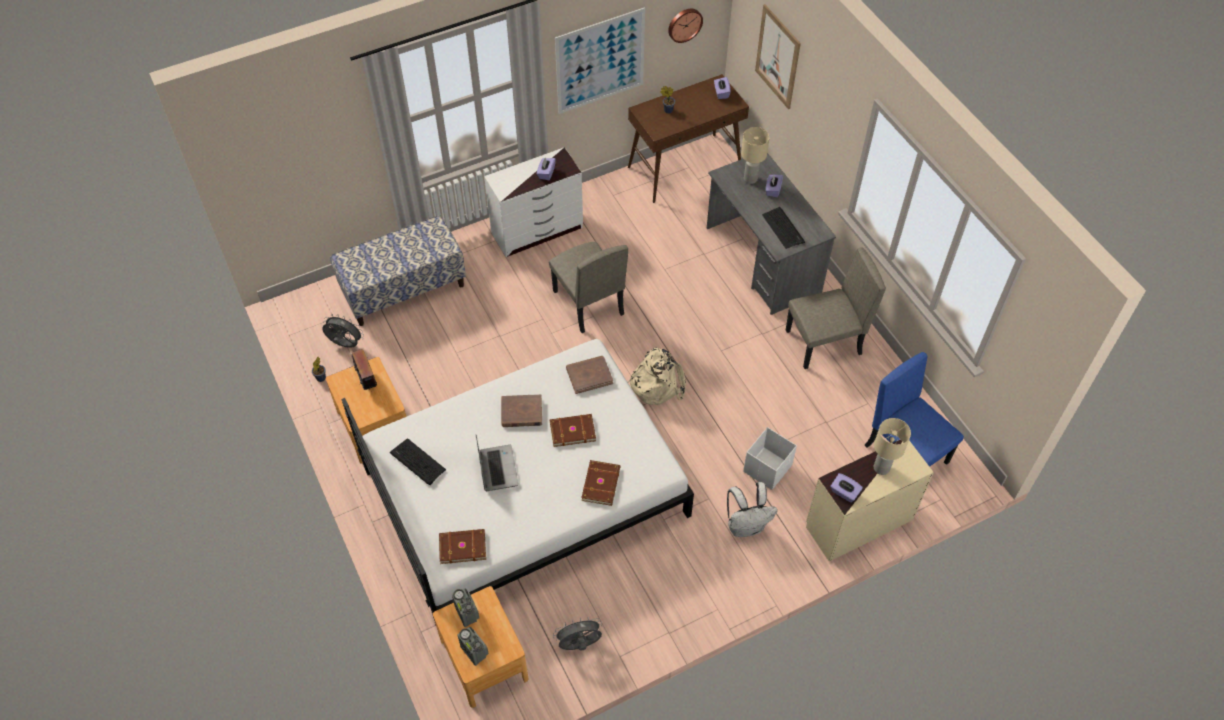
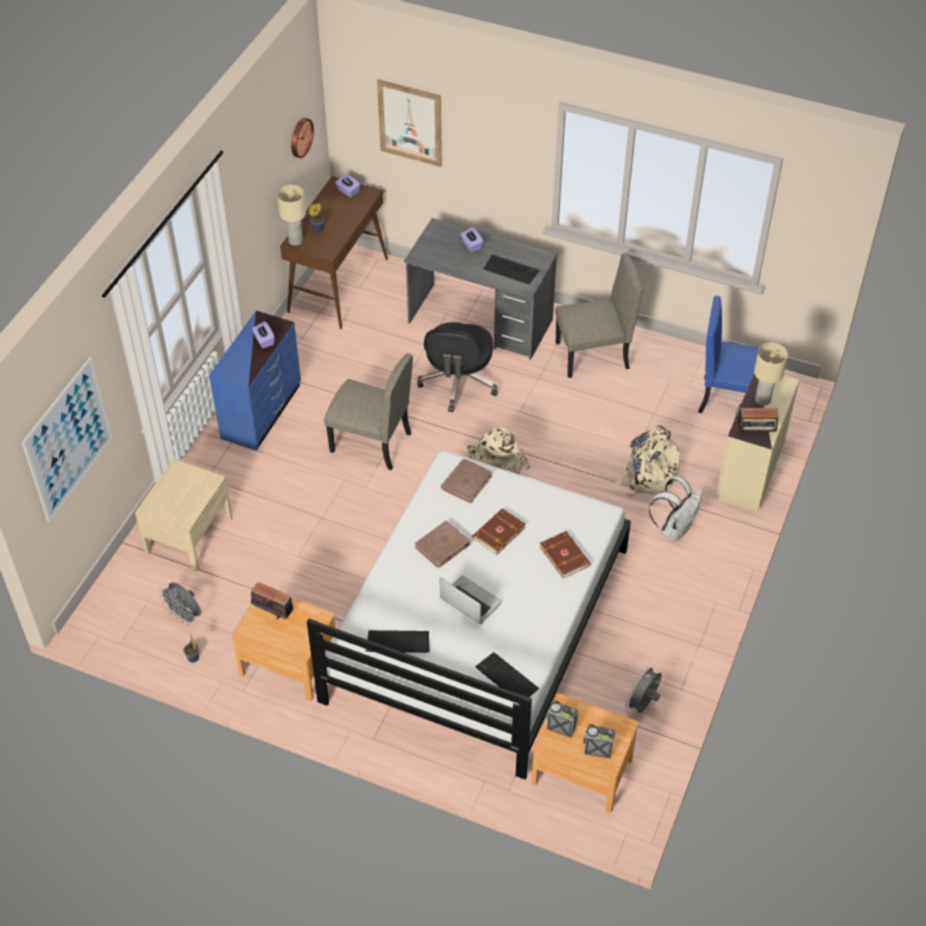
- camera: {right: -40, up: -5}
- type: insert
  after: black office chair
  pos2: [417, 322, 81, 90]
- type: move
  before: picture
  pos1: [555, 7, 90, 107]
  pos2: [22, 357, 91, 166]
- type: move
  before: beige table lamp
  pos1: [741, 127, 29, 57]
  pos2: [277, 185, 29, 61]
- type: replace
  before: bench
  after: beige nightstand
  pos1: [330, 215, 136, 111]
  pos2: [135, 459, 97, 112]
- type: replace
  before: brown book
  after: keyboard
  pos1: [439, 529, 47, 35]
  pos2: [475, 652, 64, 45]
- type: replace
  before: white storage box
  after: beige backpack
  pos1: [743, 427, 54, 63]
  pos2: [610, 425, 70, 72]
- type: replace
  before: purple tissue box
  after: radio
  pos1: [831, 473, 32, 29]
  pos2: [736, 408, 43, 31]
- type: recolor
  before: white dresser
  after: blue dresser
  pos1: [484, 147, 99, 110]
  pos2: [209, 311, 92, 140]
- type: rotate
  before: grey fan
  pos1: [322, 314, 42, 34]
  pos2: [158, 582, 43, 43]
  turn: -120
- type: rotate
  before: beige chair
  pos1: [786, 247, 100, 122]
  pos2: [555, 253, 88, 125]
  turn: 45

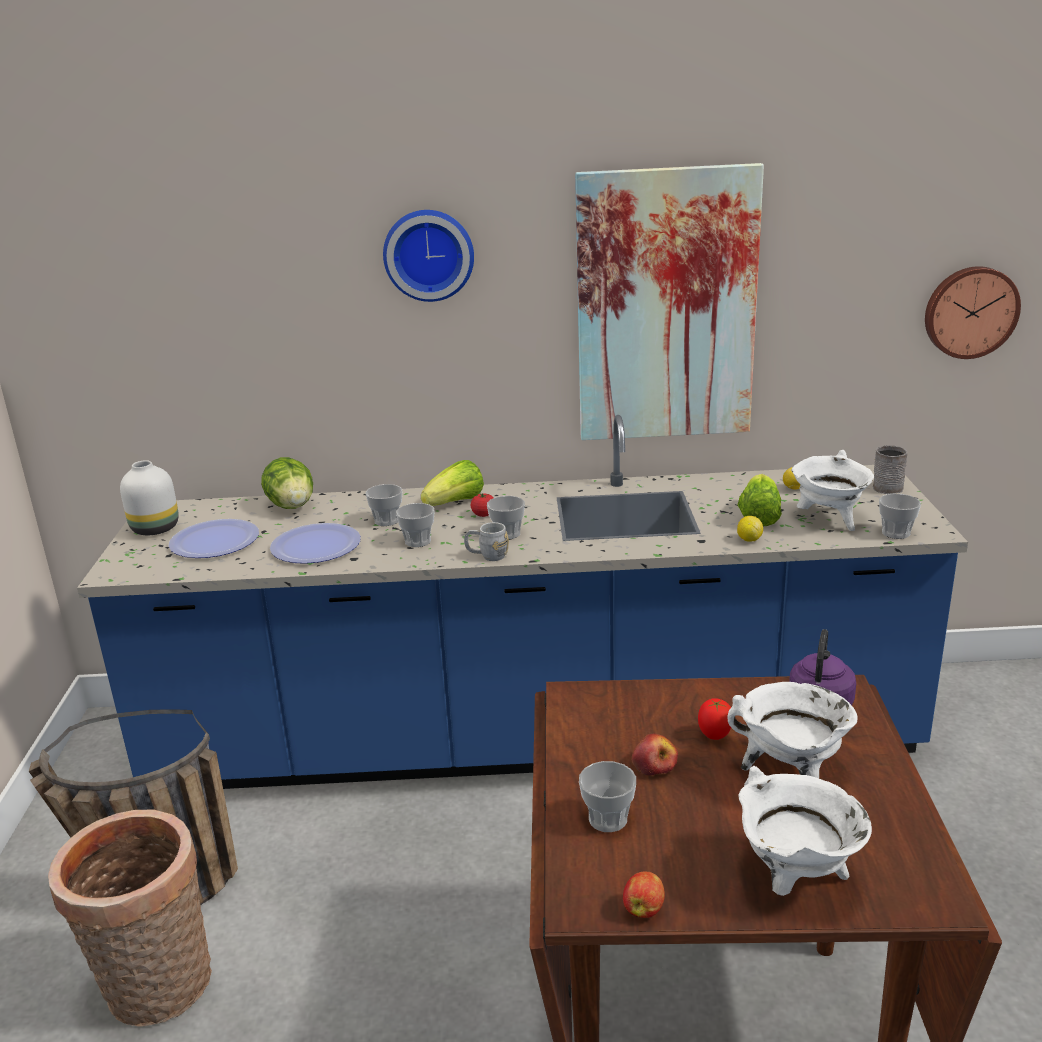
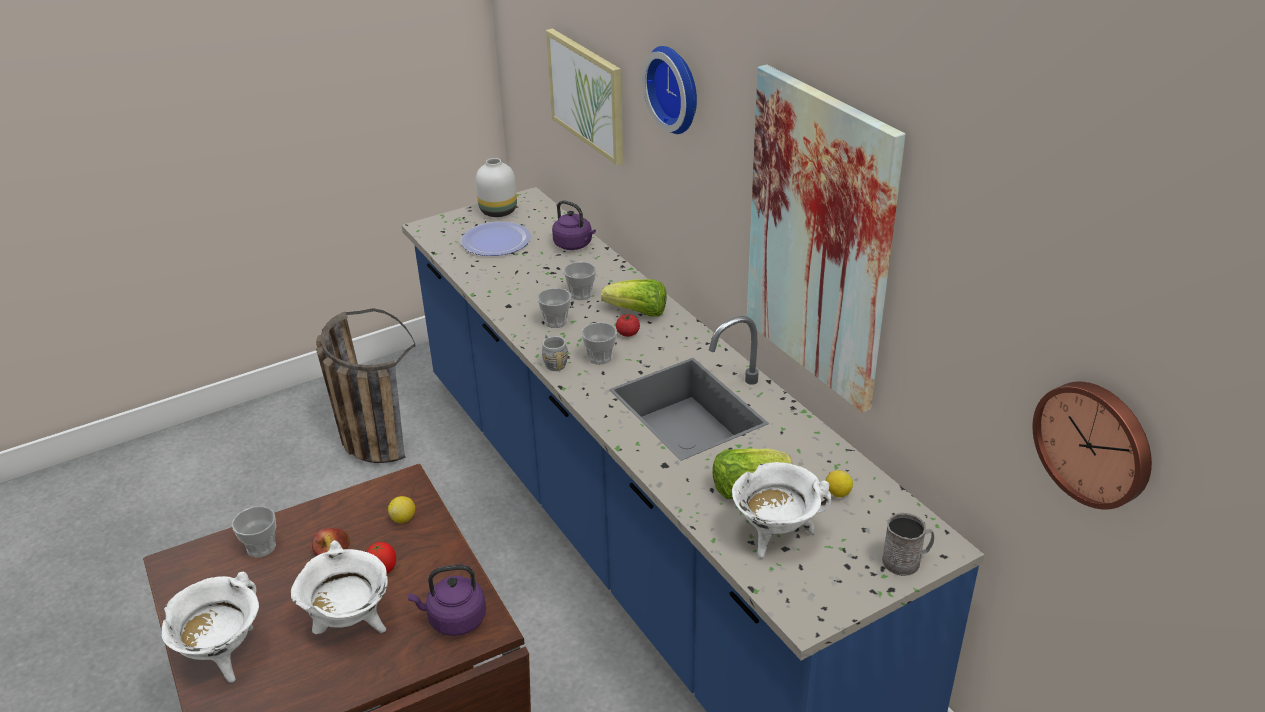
- camera: {right: 60, up: 10}
- type: delete
  before: basket
  pos1: [48, 809, 164, 218]
- type: delete
  before: plate
  pos1: [270, 523, 91, 41]
- type: delete
  before: apple
  pos1: [623, 872, 42, 46]
- type: delete
  before: cup
  pos1: [879, 493, 42, 46]
- type: insert
  after: picture
  pos2: [546, 29, 77, 136]
- type: move
  before: lemon
  pos1: [737, 516, 26, 26]
  pos2: [388, 496, 27, 27]
- type: replace
  before: lettuce
  after: purple kettle
  pos1: [261, 457, 52, 52]
  pos2: [552, 200, 44, 50]

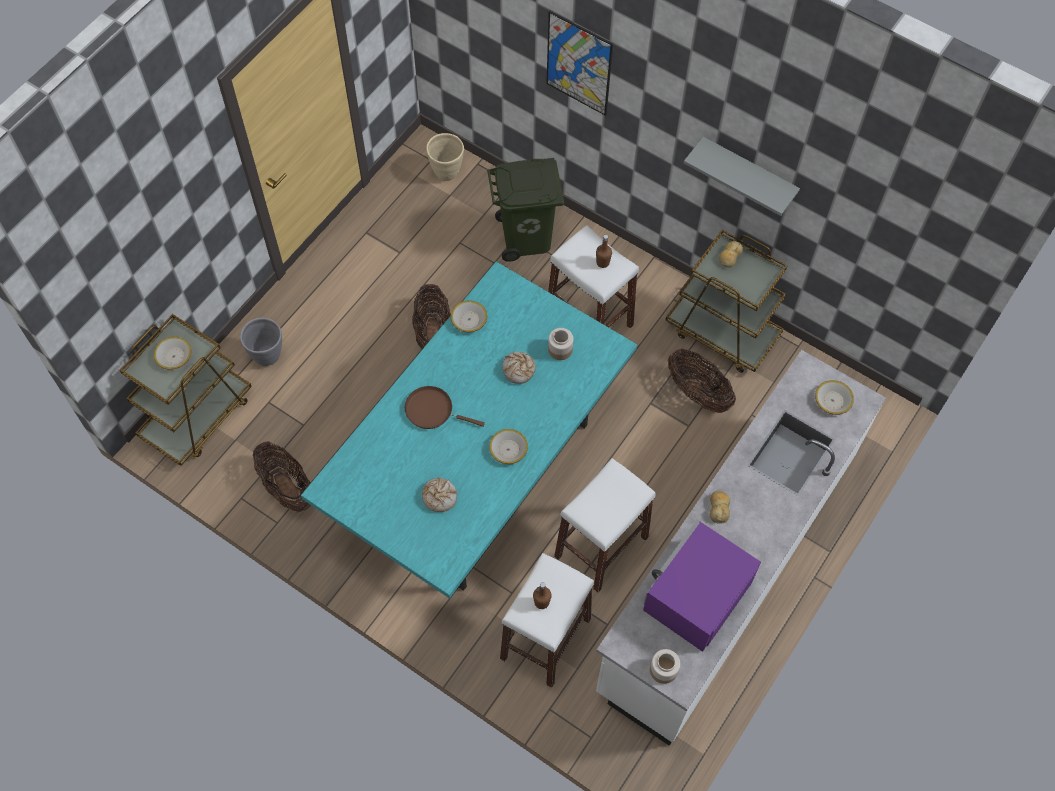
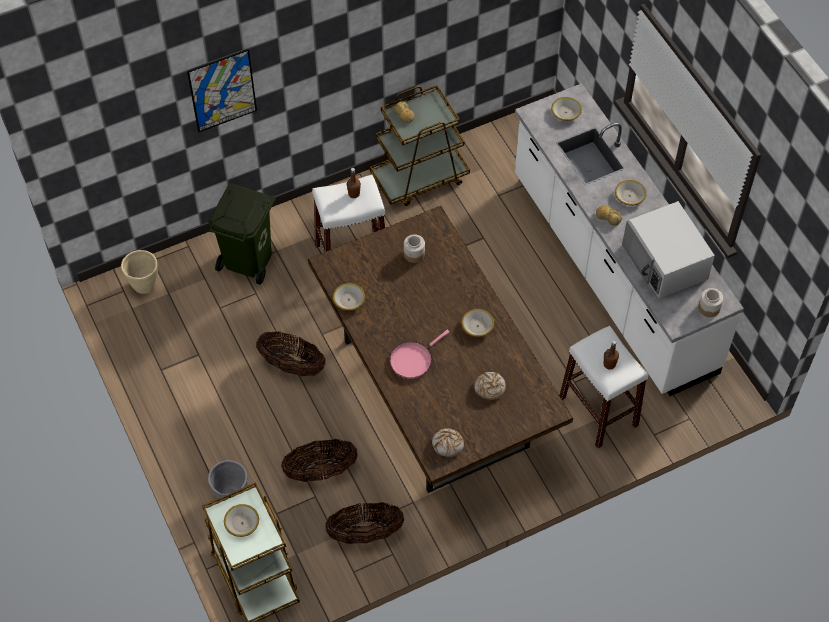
- camera: {right: -60, up: -5}
- type: delete
  before: white stool
  pos1: [554, 458, 102, 134]
- type: delete
  before: grey shelf
  pos1: [684, 137, 116, 79]
- type: insert
  after: bowl
  pos2: [615, 180, 31, 26]
- type: move
  before: bread
  pos1: [502, 351, 34, 33]
  pos2: [432, 428, 32, 29]
- type: move
  before: basket
  pos1: [668, 348, 68, 65]
  pos2: [281, 439, 77, 43]
- type: recolor
  before: turquoise dining table
  after: brown dining table
  pos1: [301, 262, 336, 336]
  pos2: [308, 206, 265, 287]
- type: recolor
  before: brown frying pan
  after: pink frying pan
  pos1: [405, 386, 80, 43]
  pos2: [390, 330, 60, 49]
- type: recolor
  before: purple microwave
  after: white microwave
  pos1: [643, 519, 118, 133]
  pos2: [622, 201, 93, 98]

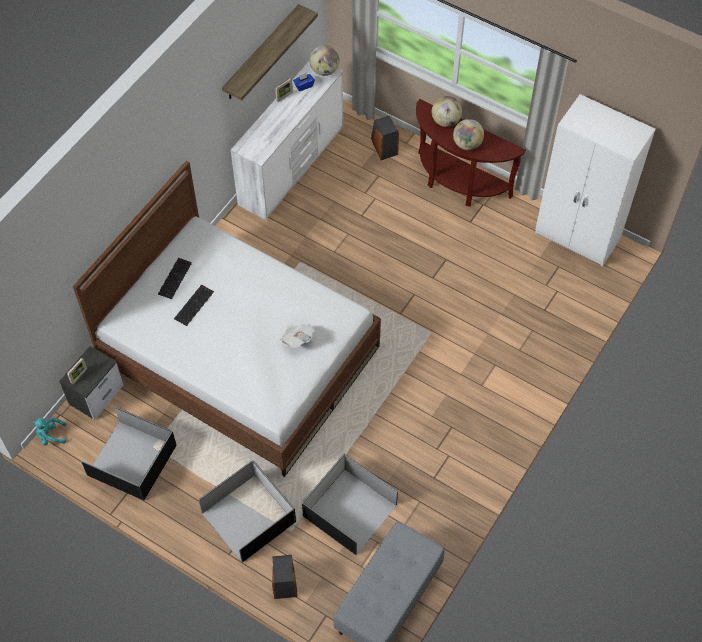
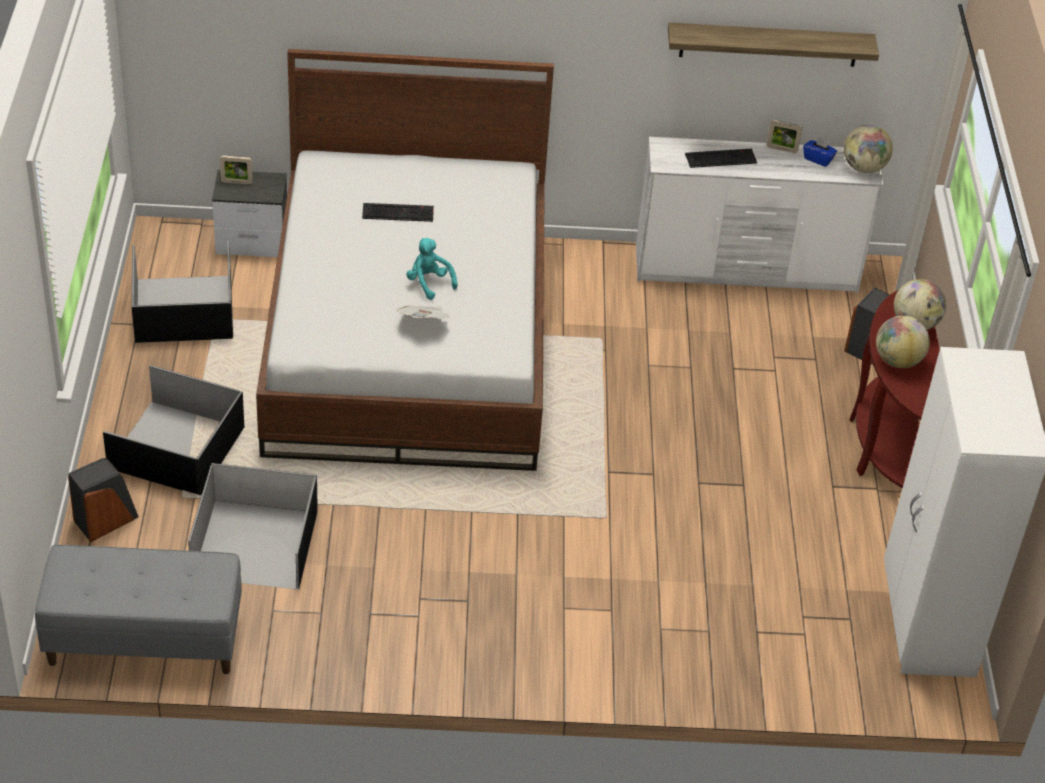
- camera: {right: 55, up: -15}
- type: move
  before: turquoise plush toy
  pos1: [33, 418, 34, 27]
  pos2: [406, 238, 52, 62]
- type: move
  before: keyboard
  pos1: [158, 258, 34, 41]
  pos2: [685, 148, 72, 20]

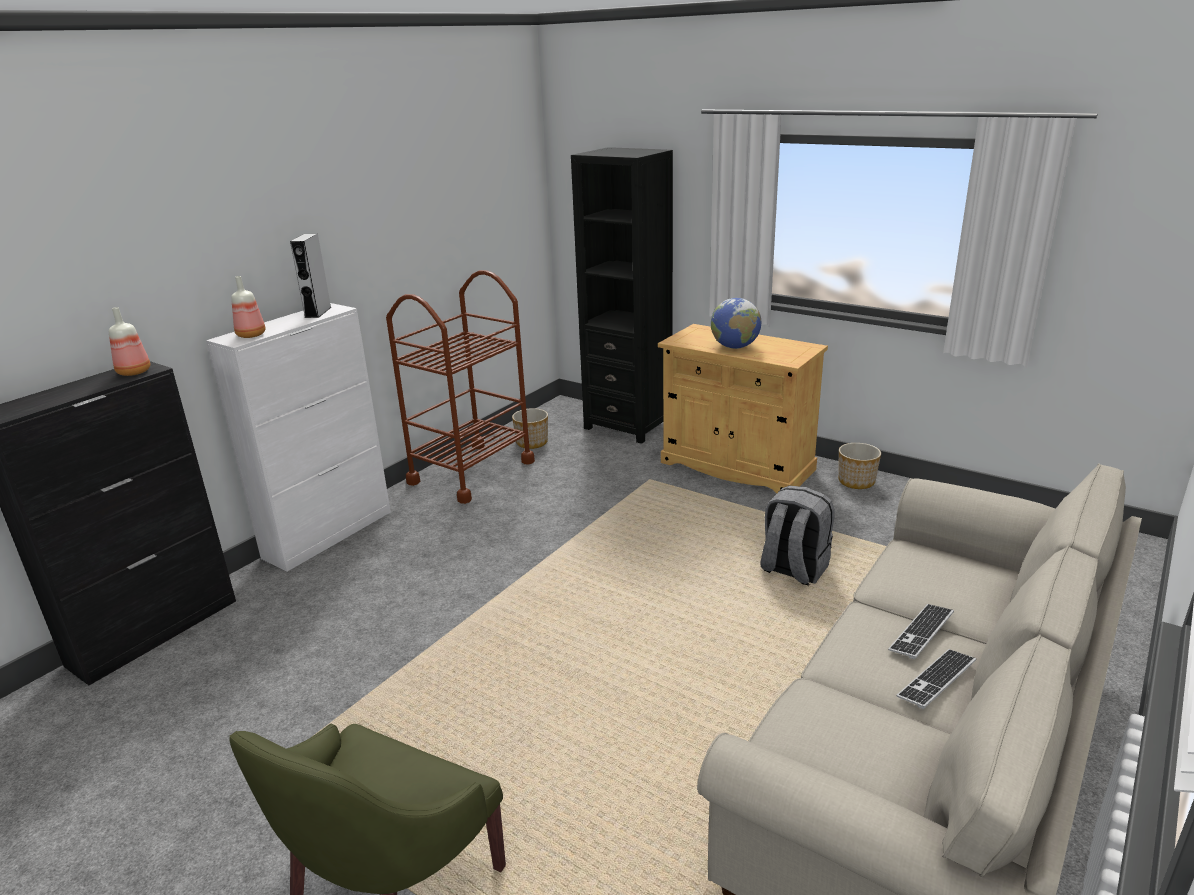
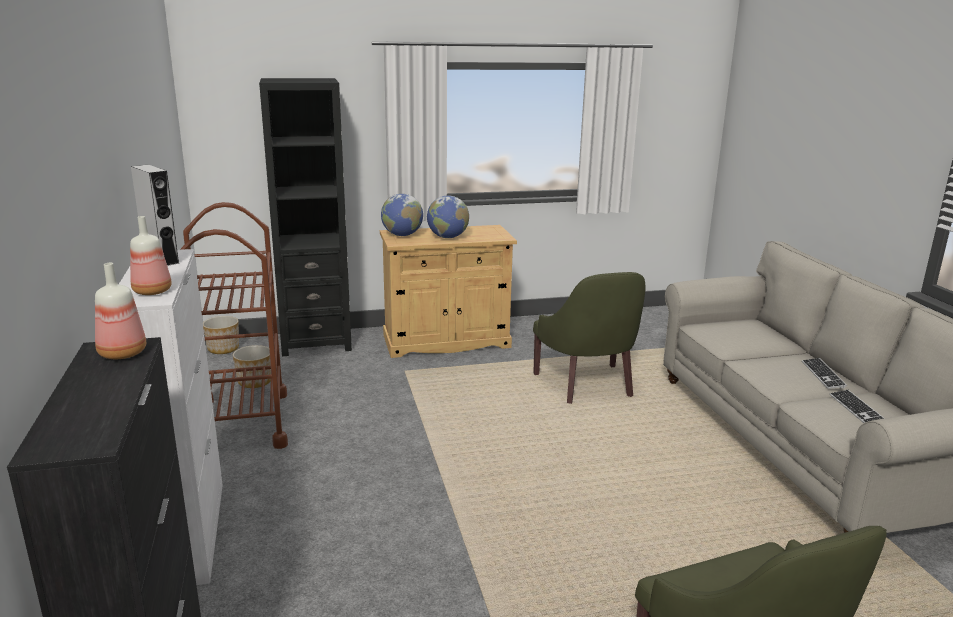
- camera: {right: -50, up: -5}
- type: insert
  after: globe
  pos2: [381, 194, 42, 42]
- type: move
  before: planter
  pos1: [838, 443, 43, 46]
  pos2: [203, 316, 36, 38]
- type: move
  before: keyboard
  pos1: [888, 604, 66, 55]
  pos2: [829, 390, 55, 33]
- type: replace
  before: grey backpack
  after: green armchair
  pos1: [760, 486, 74, 100]
  pos2: [533, 272, 113, 132]

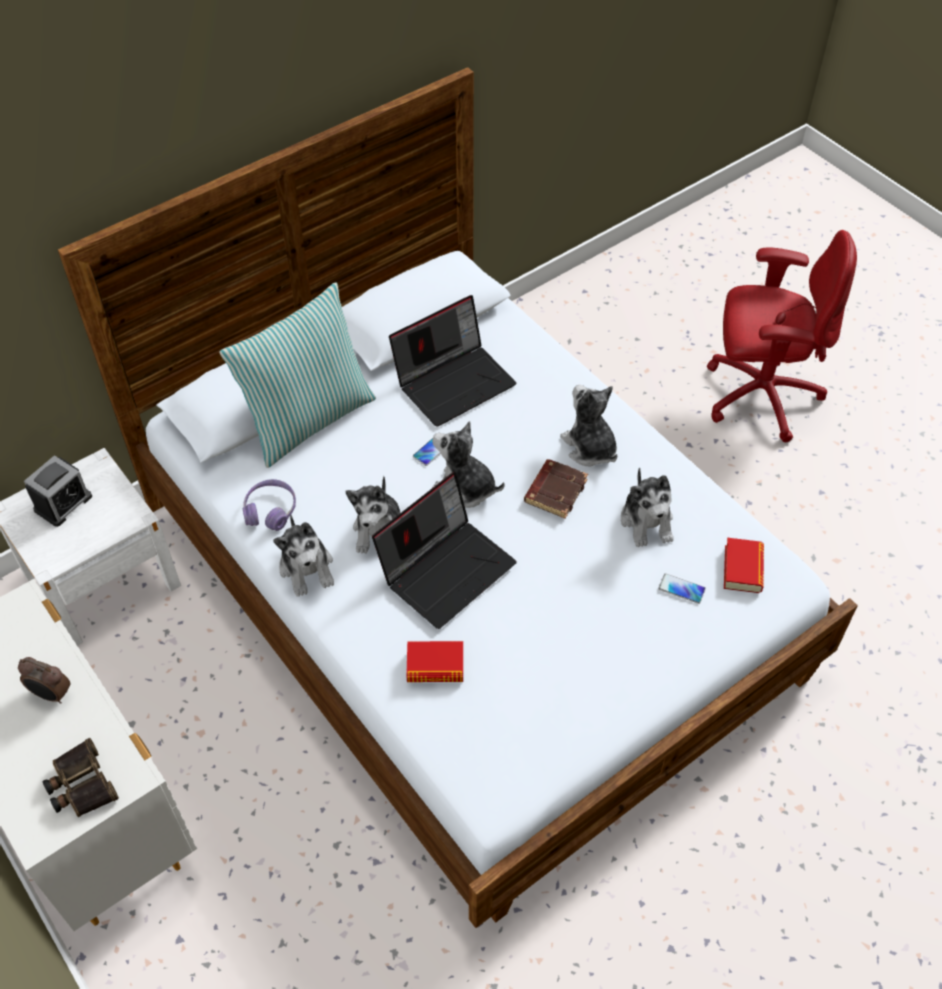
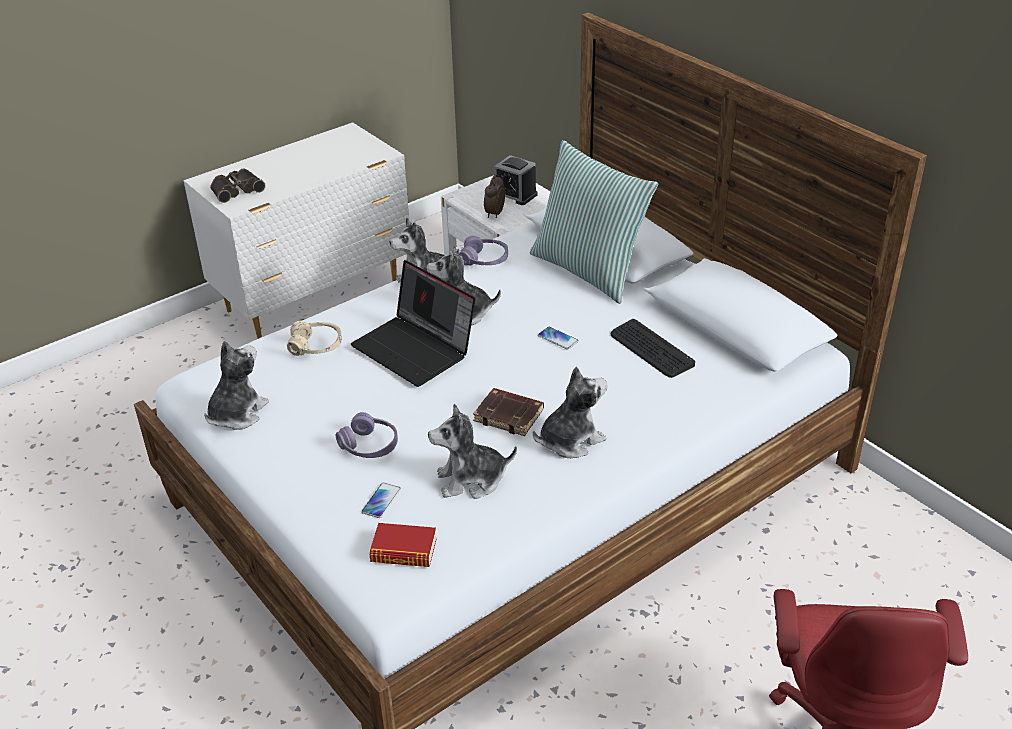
- camera: {right: 90, up: -15}
- type: insert
  after: purple headphones
  pos2: [336, 412, 62, 46]
- type: move
  before: alarm clock
  pos1: [18, 657, 53, 47]
  pos2: [484, 174, 21, 44]
- type: move
  before: plush toy
  pos1: [432, 421, 73, 87]
  pos2: [204, 341, 65, 89]
- type: replace
  before: laptop
  after: keyboard
  pos1: [389, 295, 127, 132]
  pos2: [611, 319, 84, 59]
- type: replace
  before: book
  after: beige headphones
  pos1: [407, 641, 56, 41]
  pos2: [287, 321, 55, 35]

